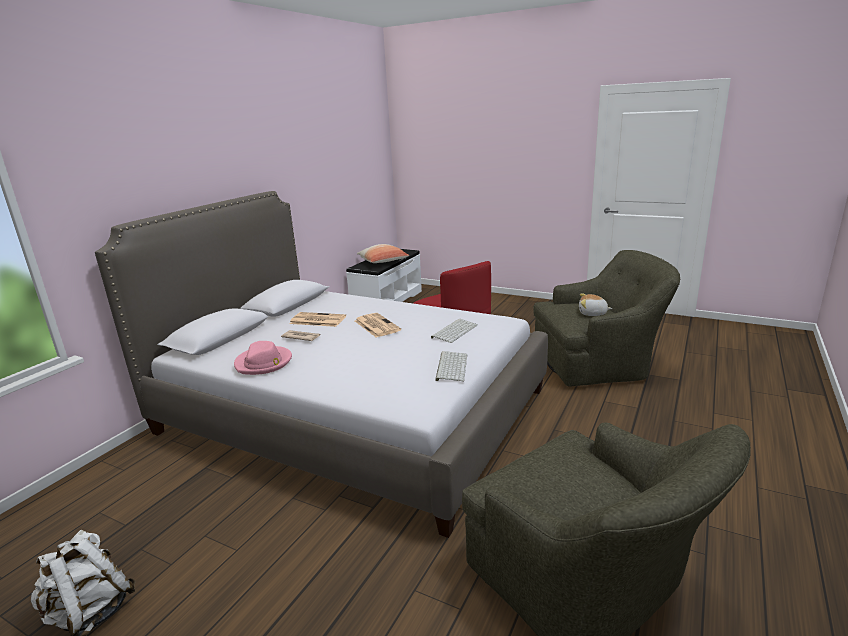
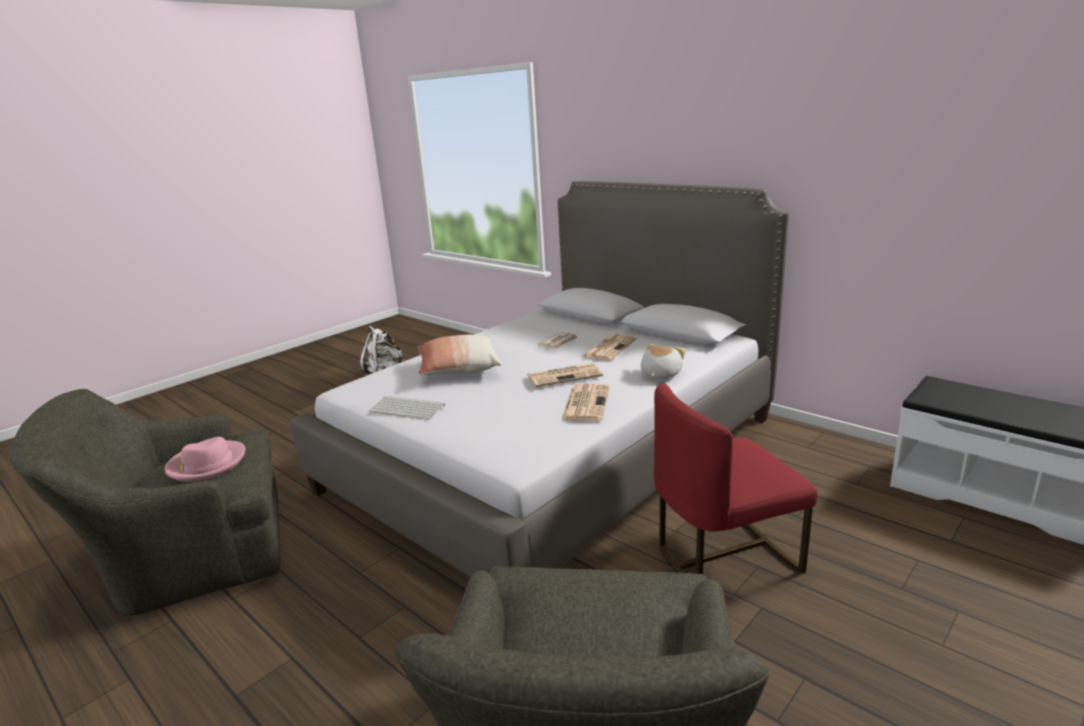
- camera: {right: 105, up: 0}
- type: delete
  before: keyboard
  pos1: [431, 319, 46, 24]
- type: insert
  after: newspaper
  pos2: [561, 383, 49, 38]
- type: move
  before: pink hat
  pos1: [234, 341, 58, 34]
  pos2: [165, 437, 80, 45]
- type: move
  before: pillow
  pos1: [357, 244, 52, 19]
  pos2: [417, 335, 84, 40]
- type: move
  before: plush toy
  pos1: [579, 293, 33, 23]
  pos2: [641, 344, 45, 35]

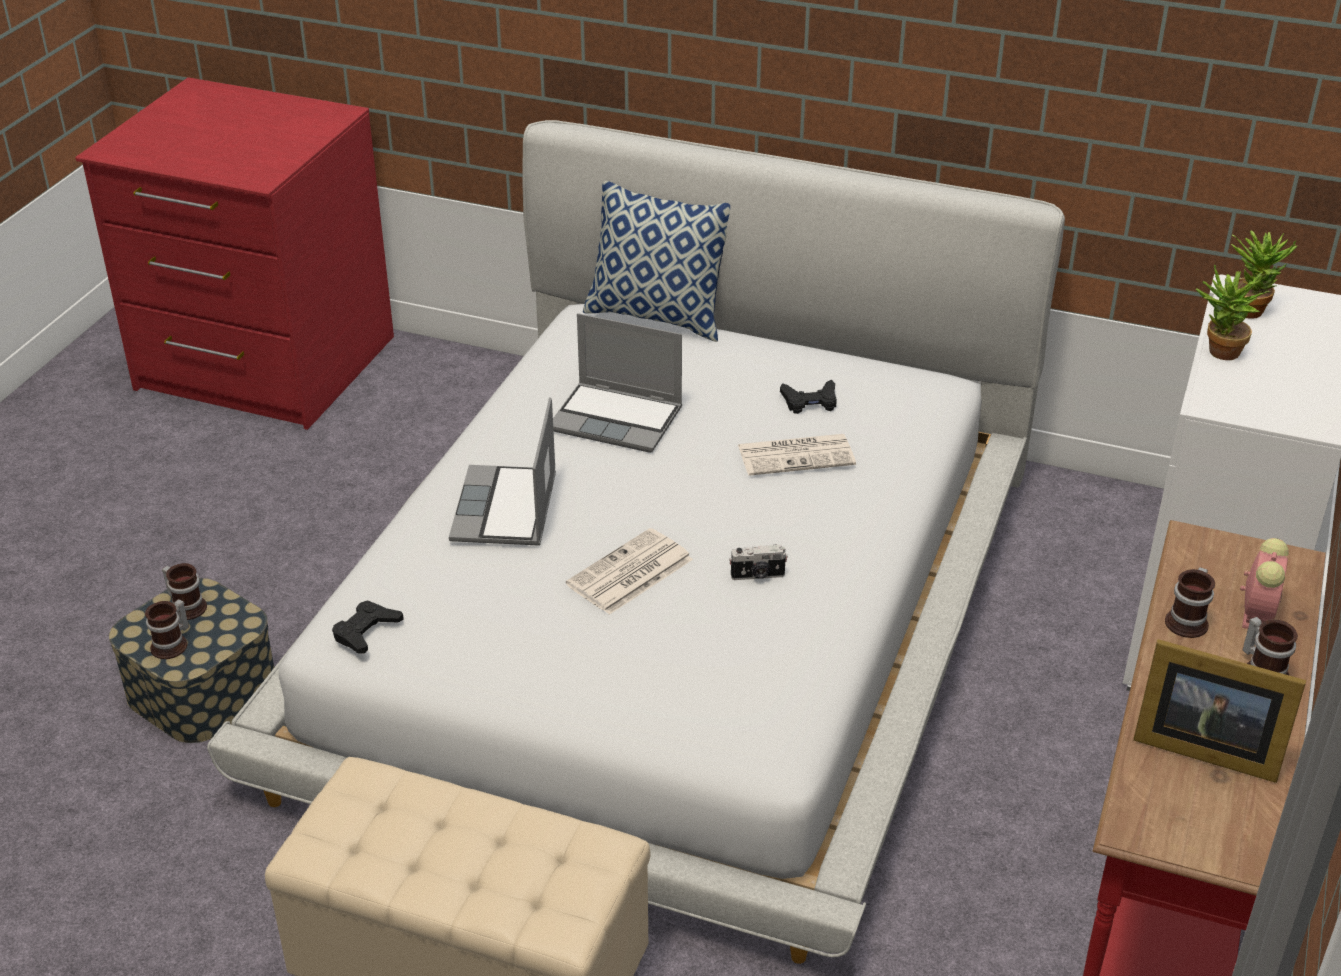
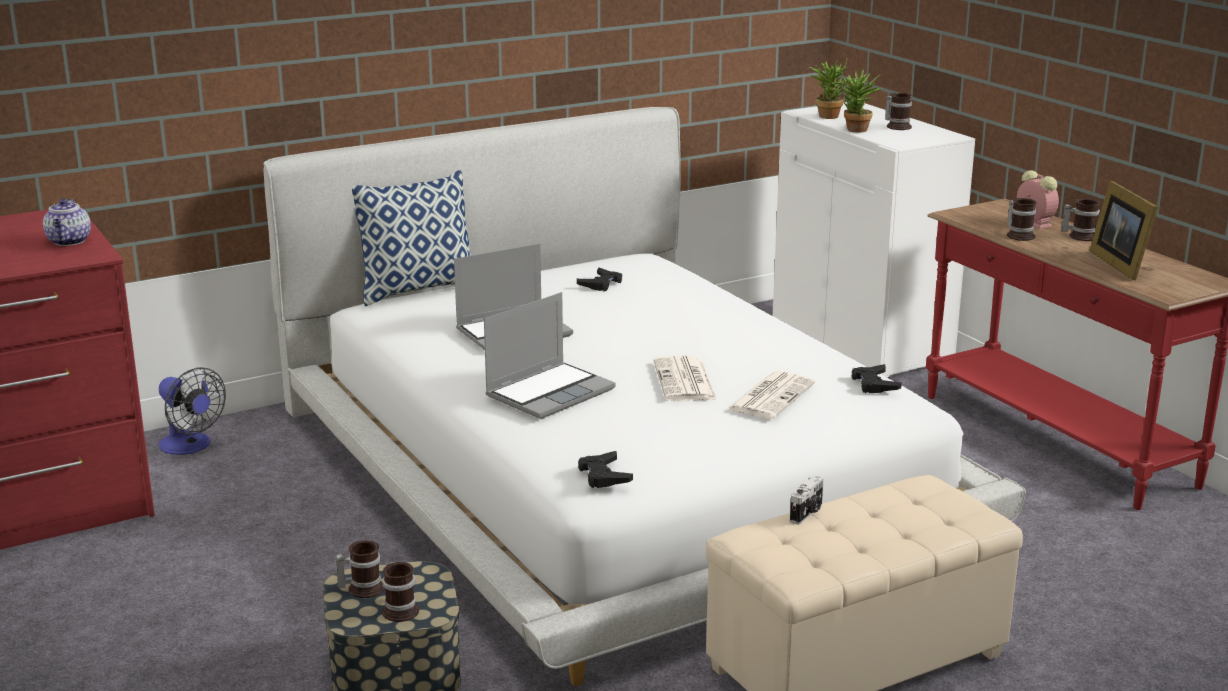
- camera: {right: -50, up: -15}
- type: insert
  after: teapot
  pos2: [43, 199, 48, 47]
- type: insert
  after: fan
  pos2: [159, 367, 67, 88]
- type: insert
  after: black game controller
  pos2: [851, 364, 51, 29]
- type: insert
  after: mug
  pos2: [885, 93, 27, 37]
- type: move
  before: photo camera
  pos1: [729, 545, 59, 35]
  pos2: [790, 476, 34, 49]
- type: move
  before: newspaper
  pos1: [738, 434, 118, 42]
  pos2: [727, 371, 89, 48]
- type: rotate
  before: laptop
  pos1: [449, 397, 107, 149]
  pos2: [484, 292, 132, 127]
  turn: -90
- type: rotate
  before: picture frame
  pos1: [1133, 639, 173, 144]
  pos2: [1089, 181, 69, 100]
  turn: 105

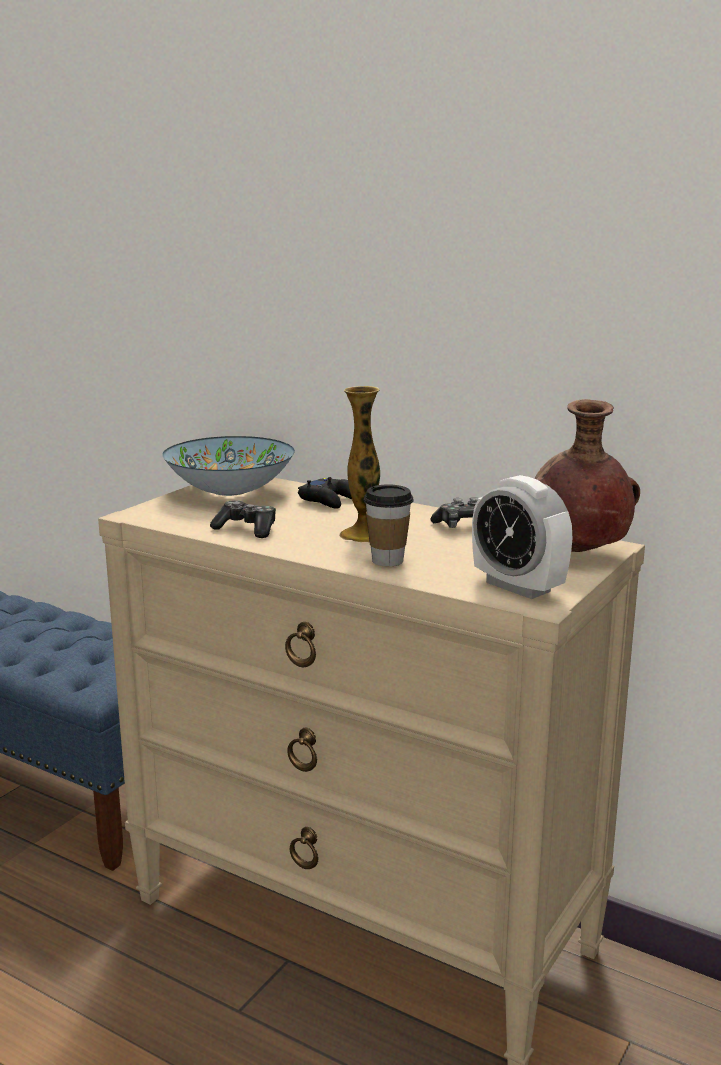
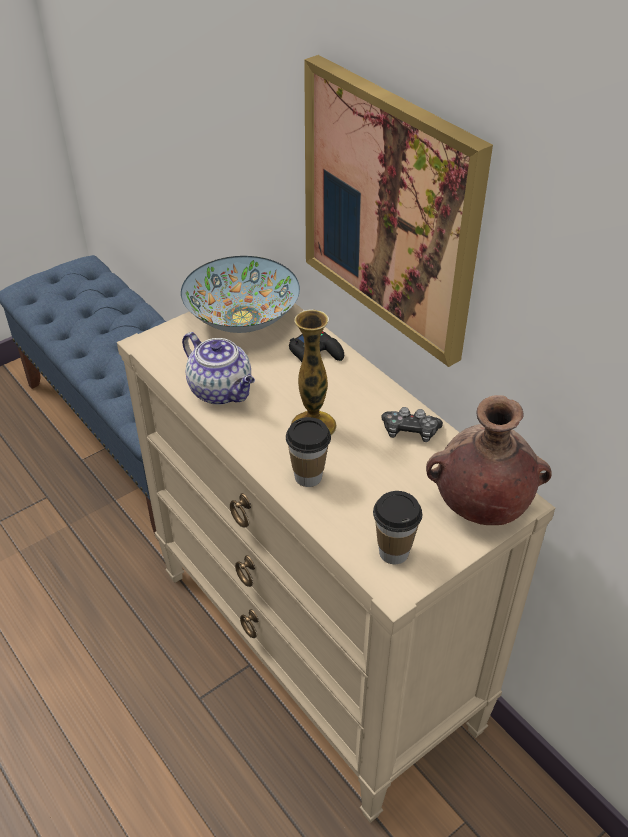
- camera: {right: 20, up: 25}
- type: insert
  after: picture
  pos2: [304, 55, 189, 312]
- type: replace
  before: game controller
  after: teapot
  pos1: [210, 500, 66, 38]
  pos2: [182, 332, 73, 73]
- type: replace
  before: alarm clock
  after: cup
  pos1: [472, 475, 101, 124]
  pos2: [373, 491, 49, 73]

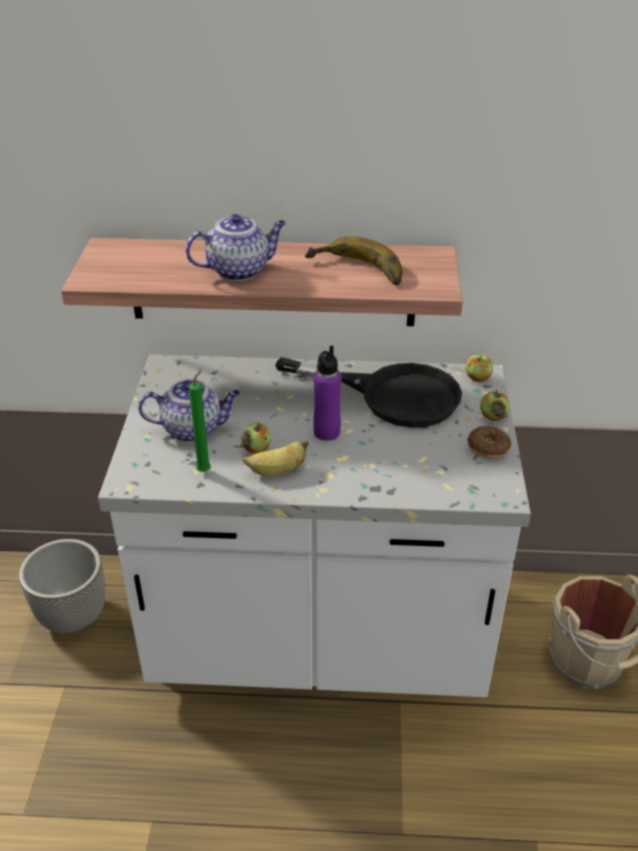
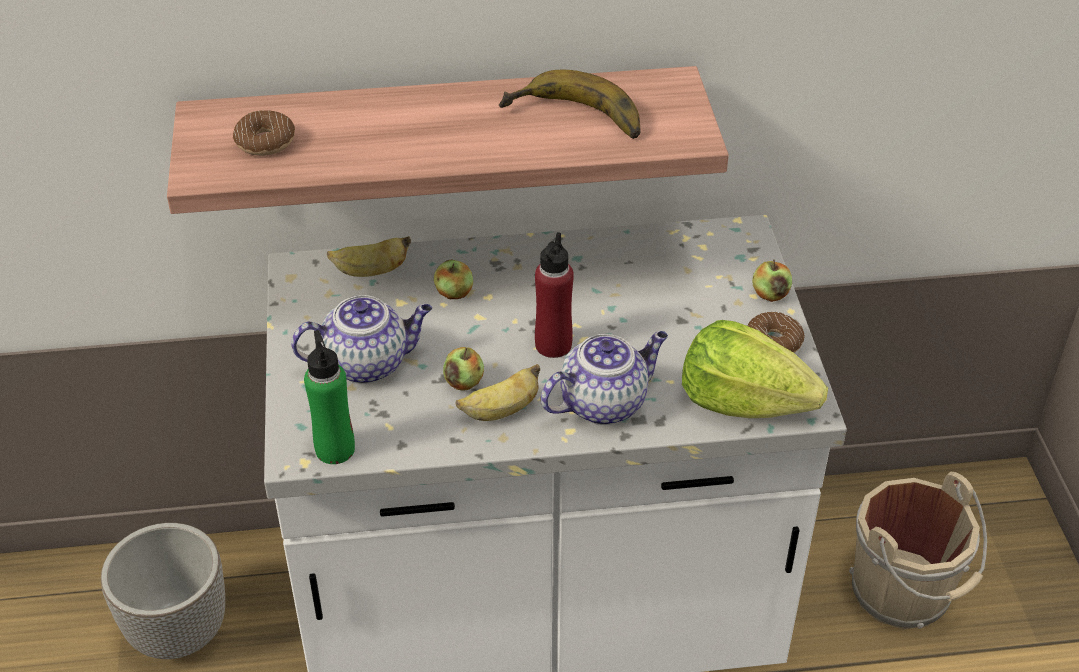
- camera: {right: -10, up: 5}
- type: delete
  before: green candle
  pos1: [189, 369, 22, 103]
- type: delete
  before: black frying pan
  pos1: [275, 357, 187, 71]
- type: insert
  after: donut
  pos2: [233, 110, 62, 46]
- type: insert
  after: green bottle
  pos2: [304, 330, 51, 134]
- type: insert
  after: banana
  pos2: [327, 236, 84, 41]
- type: insert
  after: lettuce
  pos2: [682, 320, 146, 98]
- type: move
  before: teapot
  pos1: [185, 214, 101, 67]
  pos2: [541, 331, 127, 94]
- type: move
  before: apple
  pos1: [465, 354, 28, 28]
  pos2: [434, 259, 39, 40]
- type: recolor
  before: purple bottle
  after: red bottle
  pos1: [313, 345, 28, 96]
  pos2: [535, 232, 39, 126]

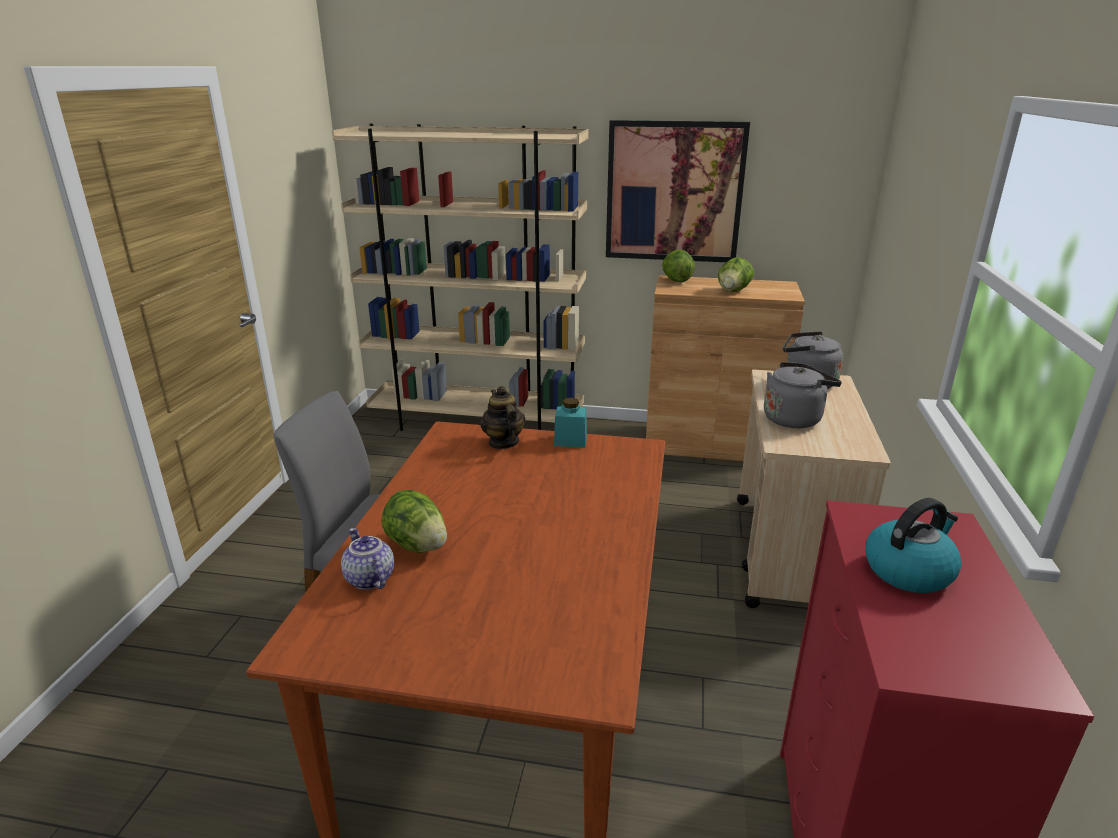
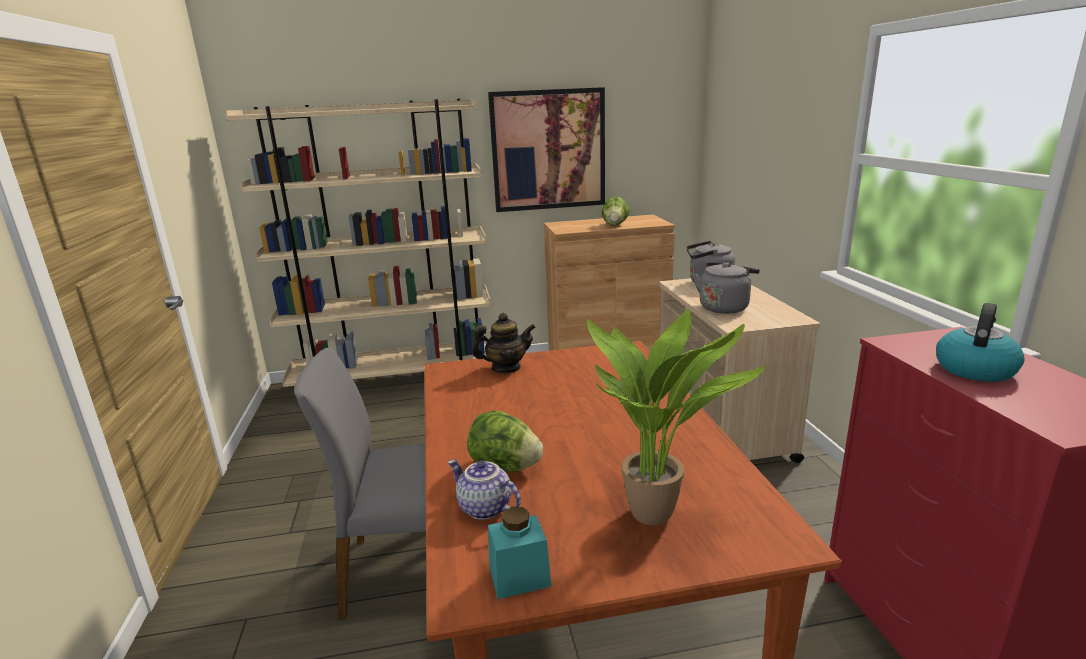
- camera: {right: -20, up: -5}
- type: delete
  before: lettuce
  pos1: [662, 249, 33, 33]
- type: insert
  after: potted plant
  pos2: [587, 309, 178, 217]
- type: move
  before: turquoise jar
  pos1: [554, 398, 33, 49]
  pos2: [488, 507, 63, 92]
- type: rotate
  before: teapot
  pos1: [480, 386, 45, 63]
  pos2: [472, 313, 64, 60]
  turn: 120

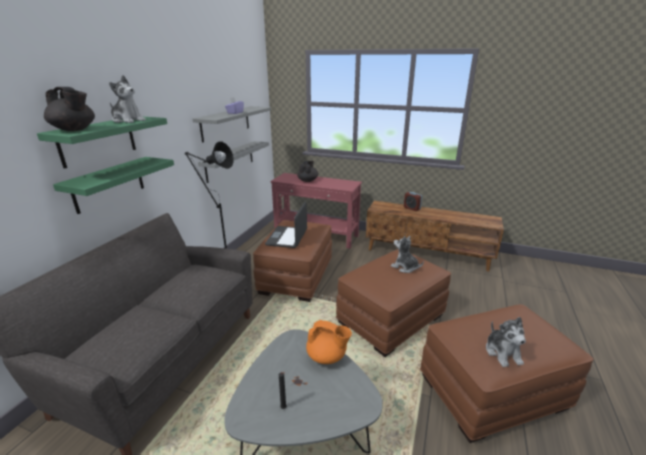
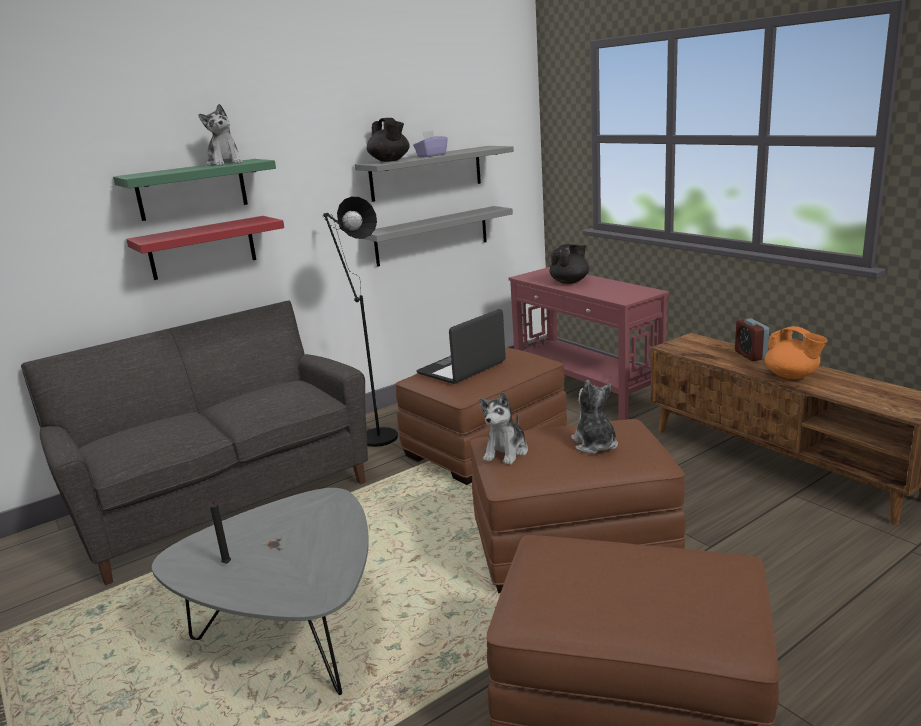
- camera: {right: 35, up: -5}
- type: move
  before: black teapot
  pos1: [44, 87, 51, 44]
  pos2: [367, 118, 43, 44]
- type: move
  before: orange teapot
  pos1: [306, 320, 46, 44]
  pos2: [765, 326, 63, 53]
- type: move
  before: plush toy
  pos1: [486, 317, 40, 50]
  pos2: [479, 392, 49, 73]
- type: recolor
  before: green shelf
  after: red shelf
  pos1: [53, 157, 121, 57]
  pos2: [126, 216, 158, 64]

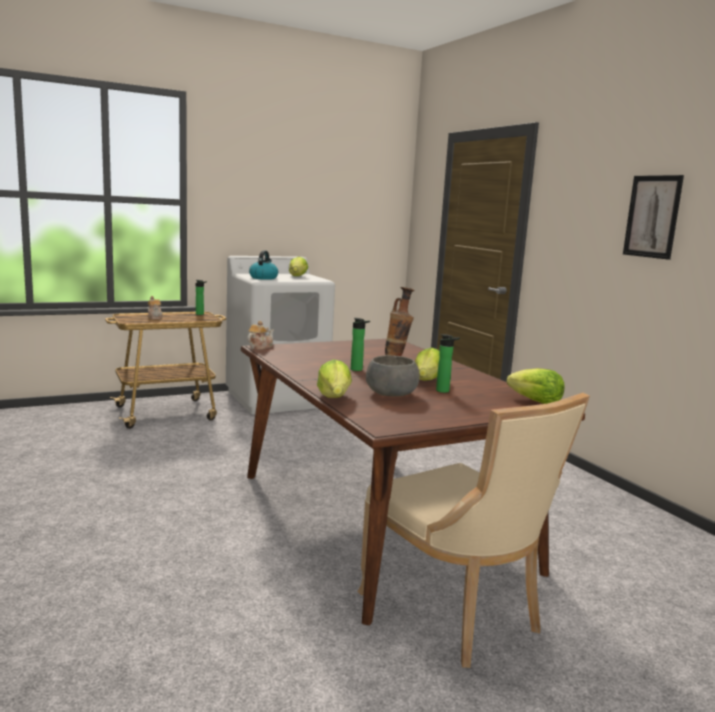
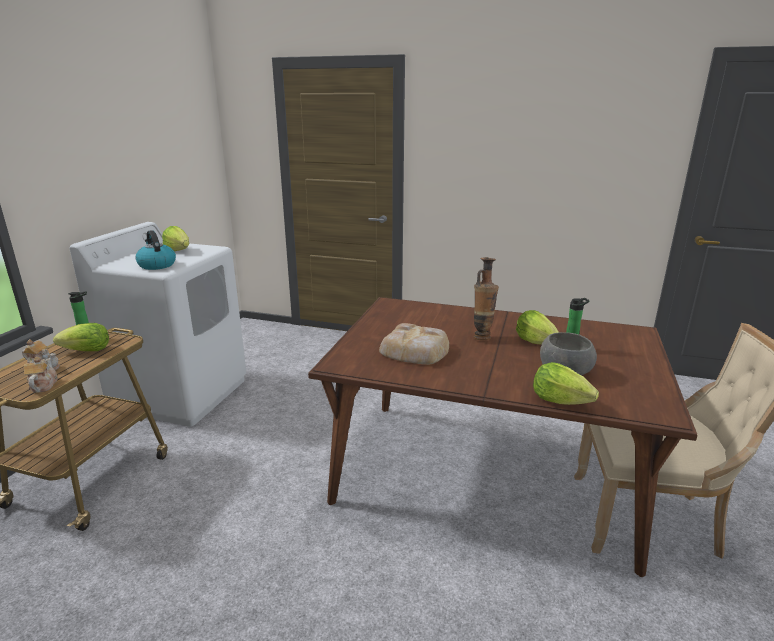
- camera: {right: -45, up: 10}
- type: delete
  before: bottle
  pos1: [351, 318, 19, 53]
- type: delete
  before: picture
  pos1: [623, 175, 61, 85]
- type: insert
  after: bread
  pos2: [379, 323, 70, 42]
- type: move
  before: teapot
  pos1: [247, 321, 27, 29]
  pos2: [24, 357, 34, 36]
- type: move
  before: lettuce
  pos1: [506, 368, 59, 36]
  pos2: [53, 323, 56, 28]

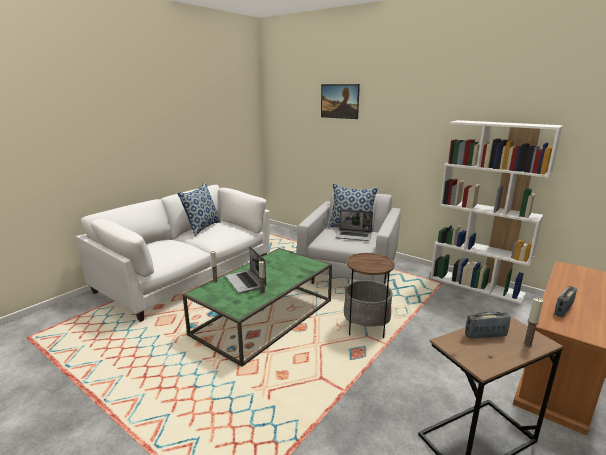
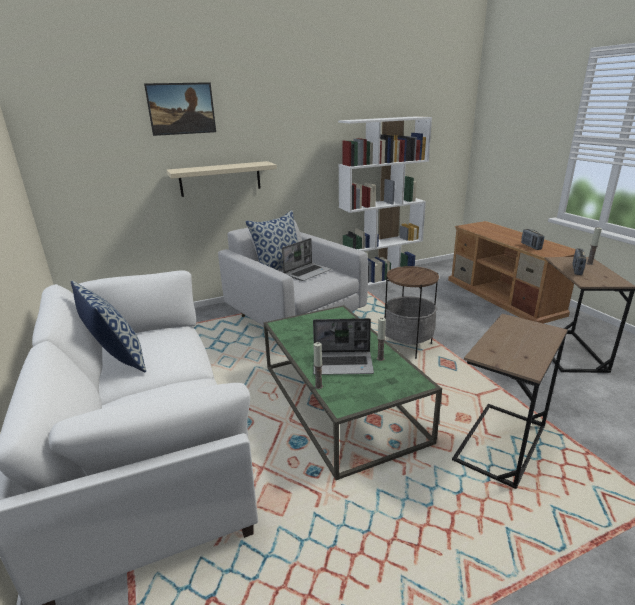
- camera: {right: -60, up: 5}
- type: insert
  after: beige shelf
  pos2: [167, 161, 110, 36]
- type: insert
  after: brown side table
  pos2: [452, 314, 116, 175]

